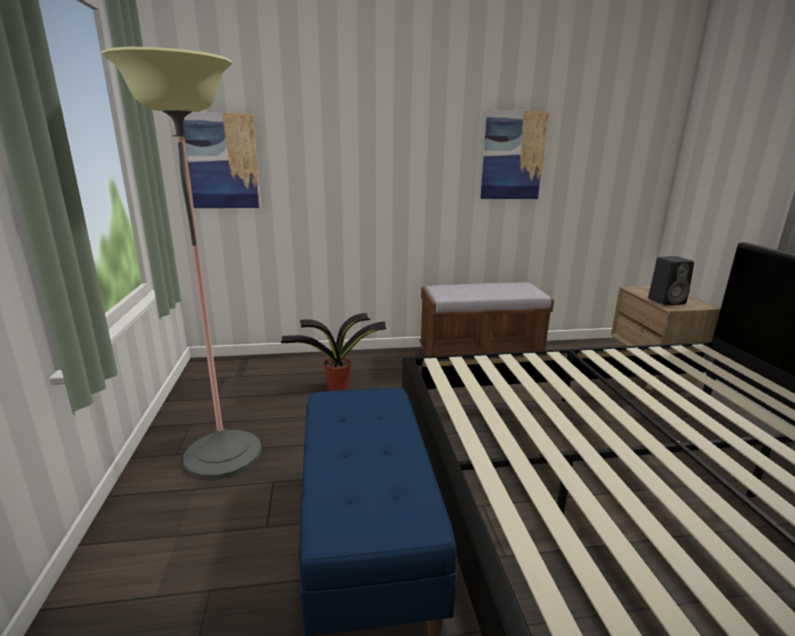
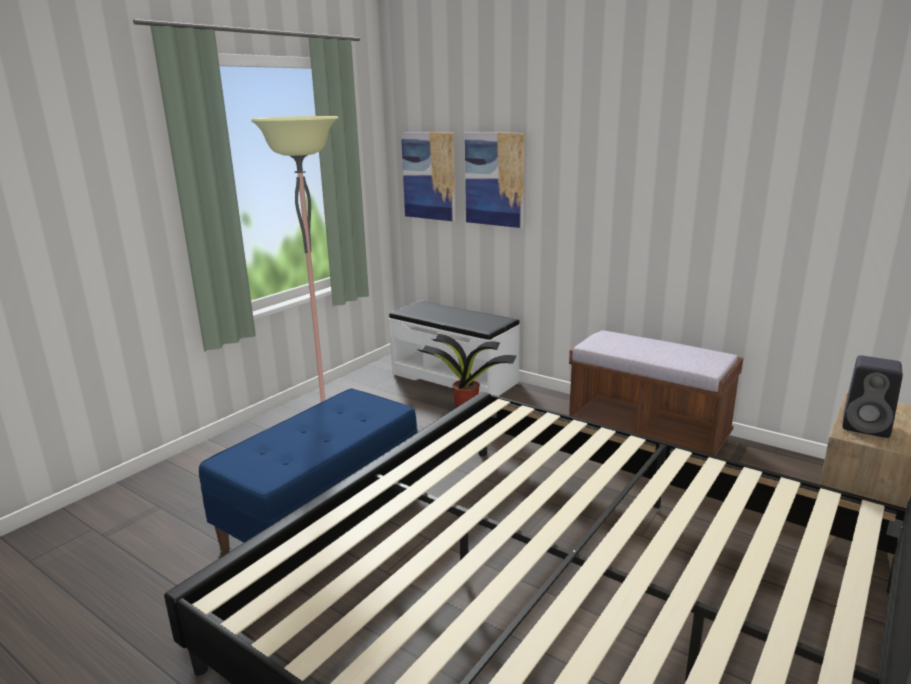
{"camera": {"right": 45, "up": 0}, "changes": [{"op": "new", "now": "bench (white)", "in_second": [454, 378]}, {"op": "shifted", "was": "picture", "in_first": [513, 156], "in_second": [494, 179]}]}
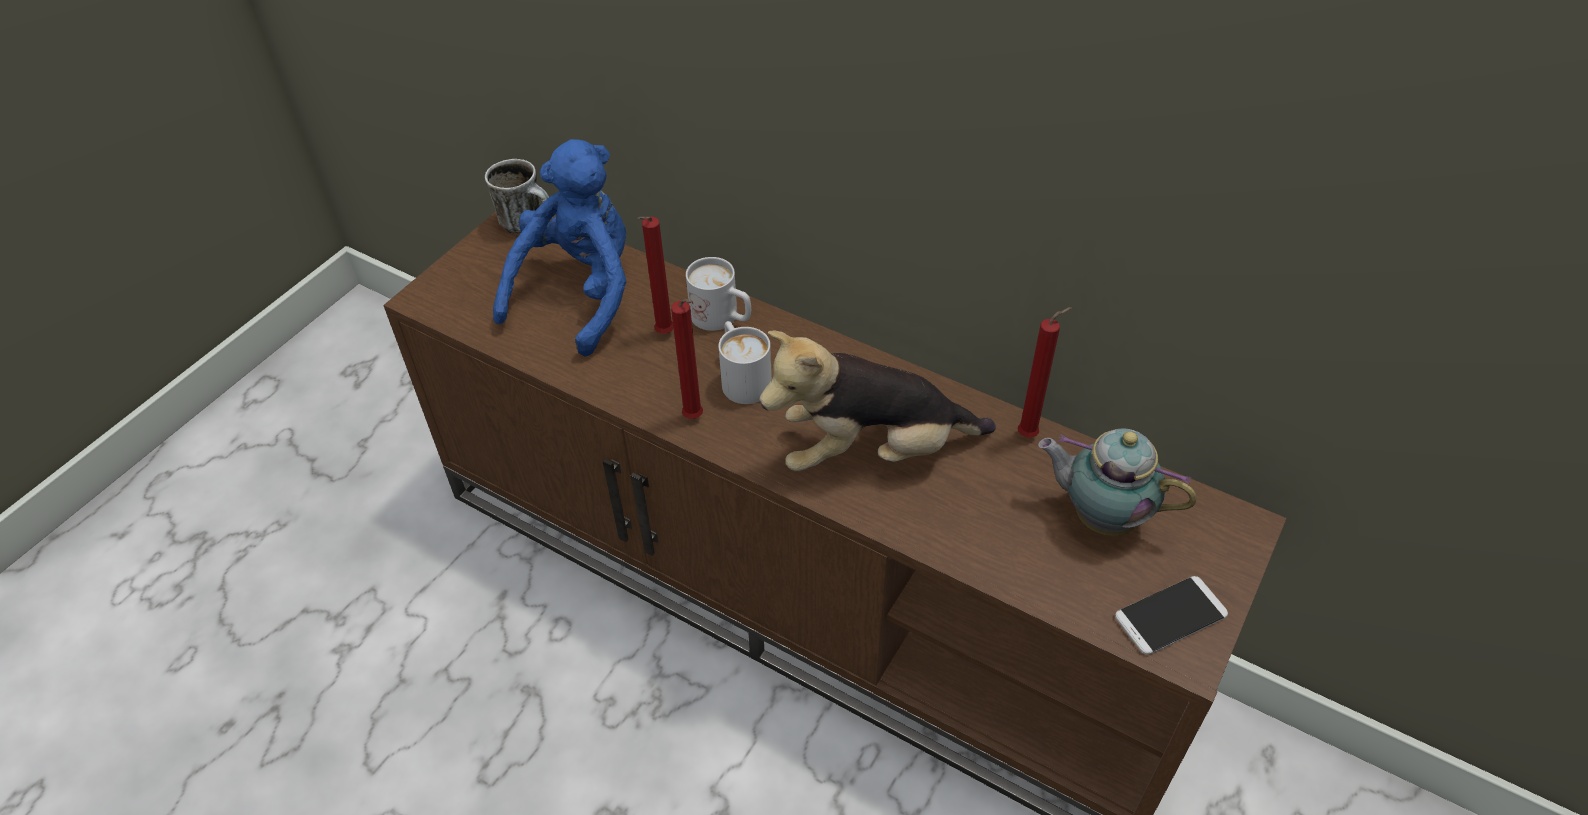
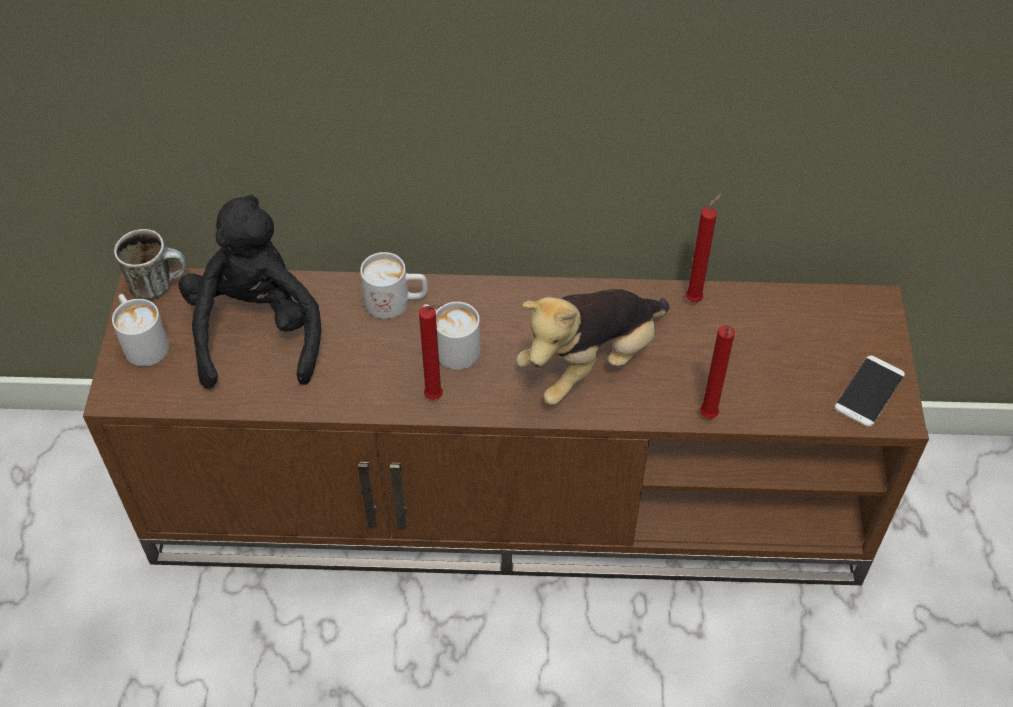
{"camera": {"right": -30, "up": 5}, "changes": [{"op": "new", "now": "mug (white)", "in_second": [142, 341]}, {"op": "repainted", "was": "plush toy (blue)", "now": "plush toy (black)", "in_first": [580, 294], "in_second": [257, 331]}, {"op": "shifted", "was": "candle (red)", "in_first": [662, 334], "in_second": [708, 417]}, {"op": "gone", "was": "teapot", "in_first": [1100, 516]}]}
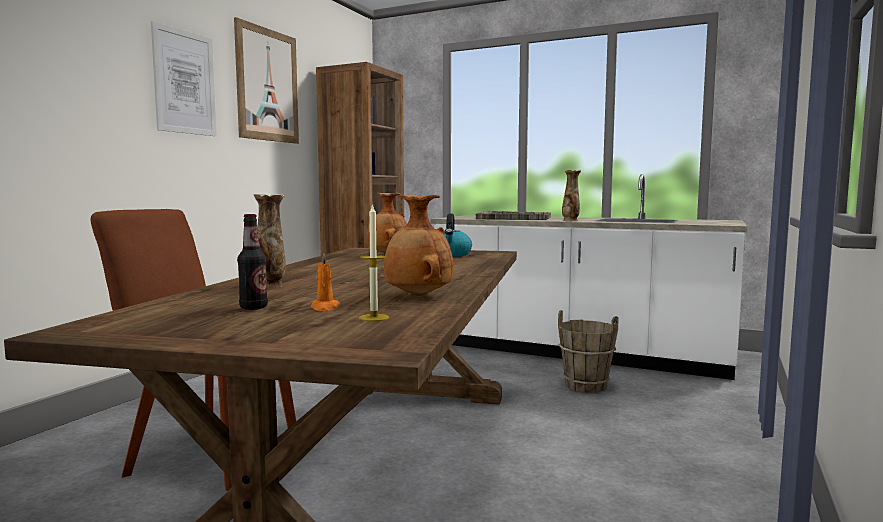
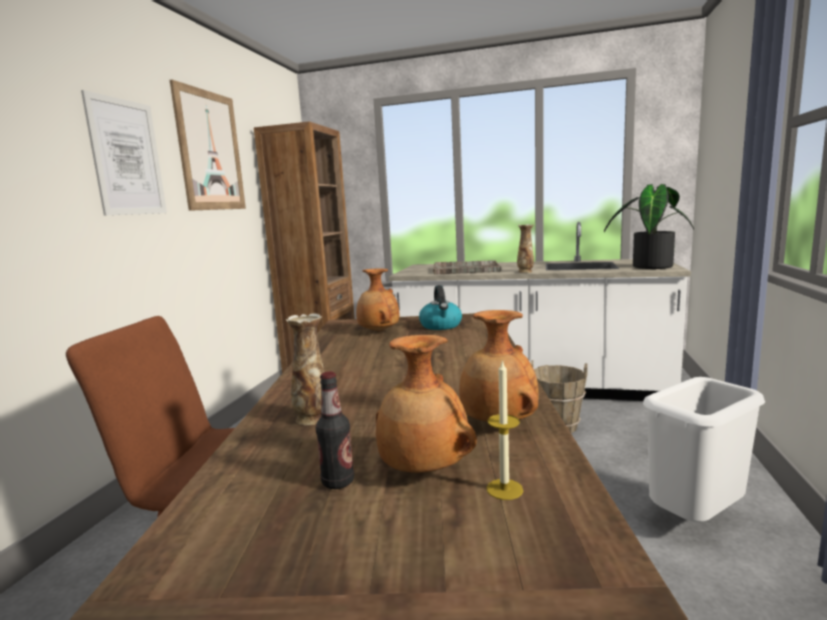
{"camera": {"right": -10, "up": 5}, "changes": [{"op": "swapped", "was": "candle (orange)", "now": "vase (brown)", "in_first": [324, 307], "in_second": [423, 469]}, {"op": "new", "now": "potted plant", "in_second": [648, 266]}, {"op": "new", "now": "trash can (white)", "in_second": [695, 523]}]}
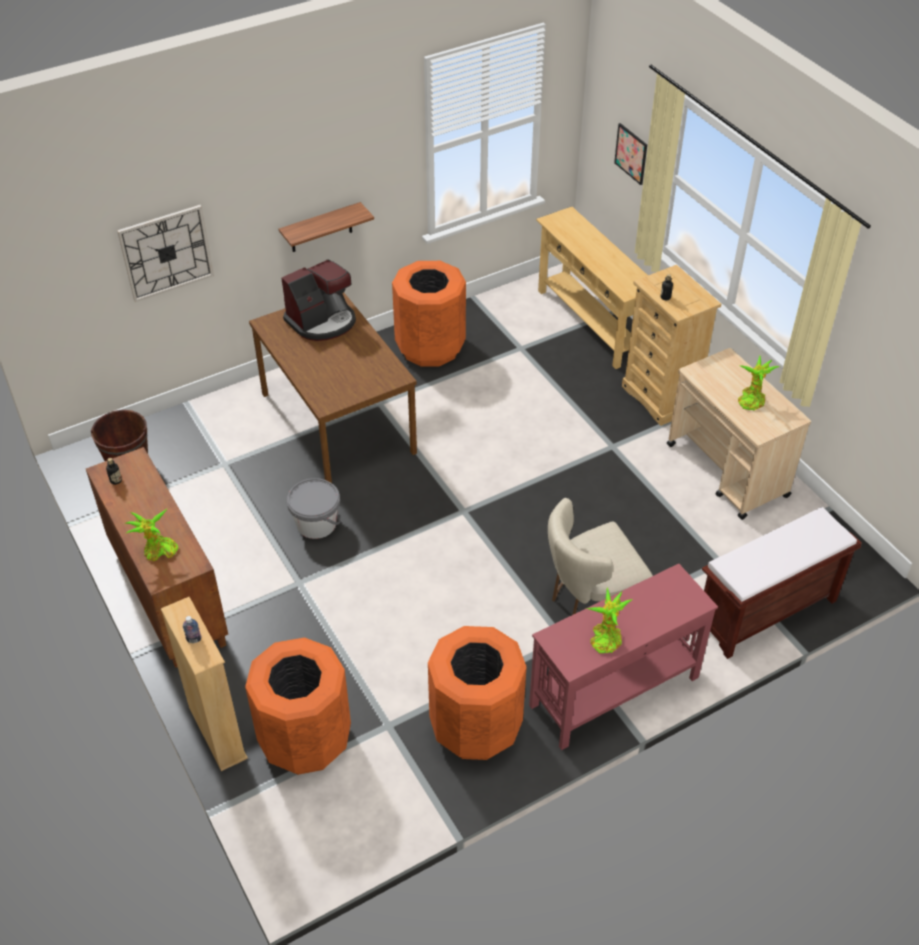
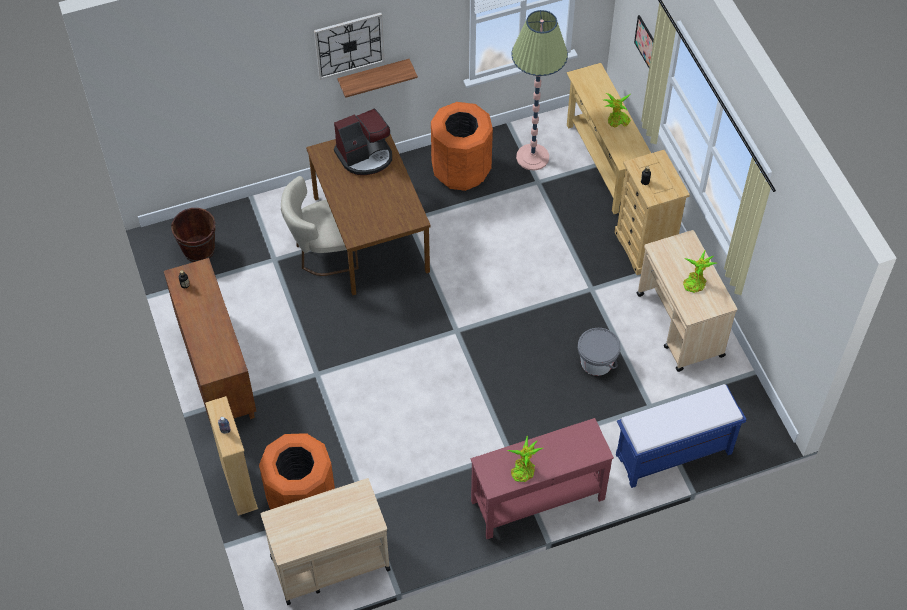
{"camera": {"right": 10, "up": 10}, "changes": [{"op": "new", "now": "cart (beige)", "in_second": [329, 563]}, {"op": "shifted", "was": "chair (beige)", "in_first": [590, 604], "in_second": [322, 252]}, {"op": "shifted", "was": "wall clock", "in_first": [166, 253], "in_second": [349, 45]}, {"op": "new", "now": "floor lamp", "in_second": [532, 157]}, {"op": "shifted", "was": "bucket (grey)", "in_first": [316, 523], "in_second": [596, 362]}, {"op": "shifted", "was": "potted plant", "in_first": [158, 552], "in_second": [616, 121]}, {"op": "repainted", "was": "bench (brown)", "now": "bench (blue)", "in_first": [765, 613], "in_second": [672, 455]}, {"op": "gone", "was": "trash can (orange)", "in_first": [475, 727]}]}
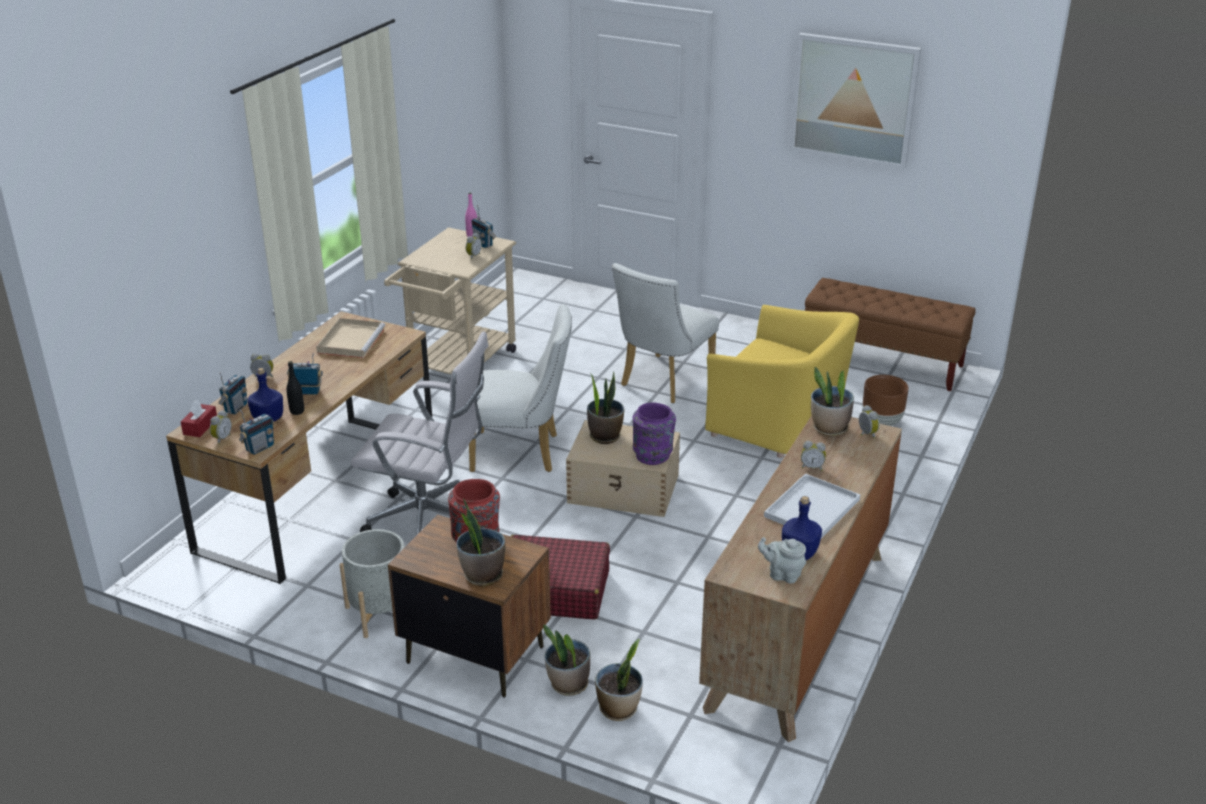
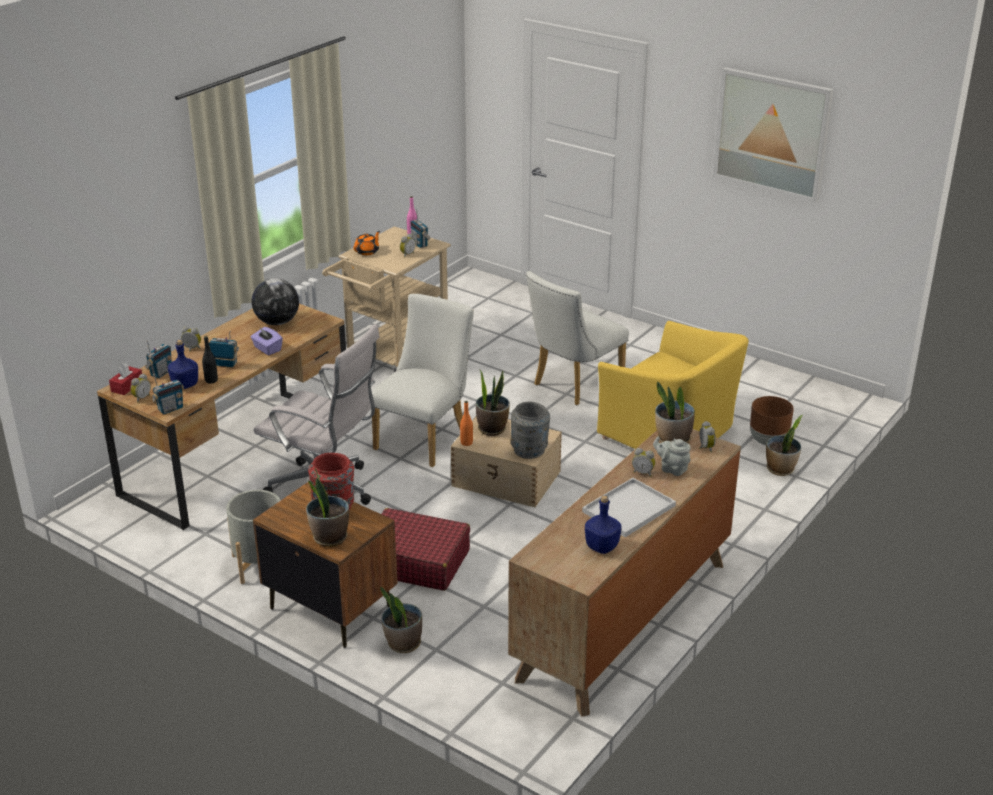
{"camera": {"right": 10, "up": 0}, "changes": [{"op": "new", "now": "tissue box (purple)", "in_second": [267, 349]}, {"op": "swapped", "was": "tray (beige)", "now": "globe", "in_first": [351, 340], "in_second": [277, 322]}, {"op": "new", "now": "teapot (orange)", "in_second": [367, 251]}, {"op": "rotated", "was": "chair (white)", "in_first": [522, 453], "in_second": [425, 437], "clockwise": -75}, {"op": "new", "now": "bottle (orange)", "in_second": [466, 443]}, {"op": "repainted", "was": "vase (purple)", "now": "vase (grey)", "in_first": [653, 456], "in_second": [529, 450]}, {"op": "shifted", "was": "teapot (grey)", "in_first": [782, 574], "in_second": [672, 469]}, {"op": "shifted", "was": "potted plant", "in_first": [619, 709], "in_second": [780, 469]}, {"op": "gone", "was": "bench (brown)", "in_first": [882, 363]}]}
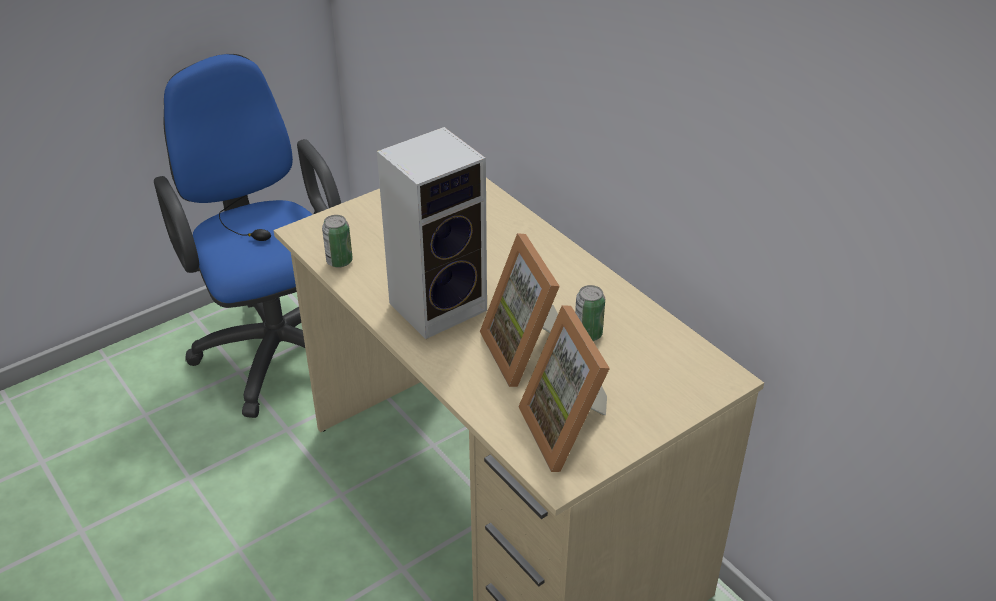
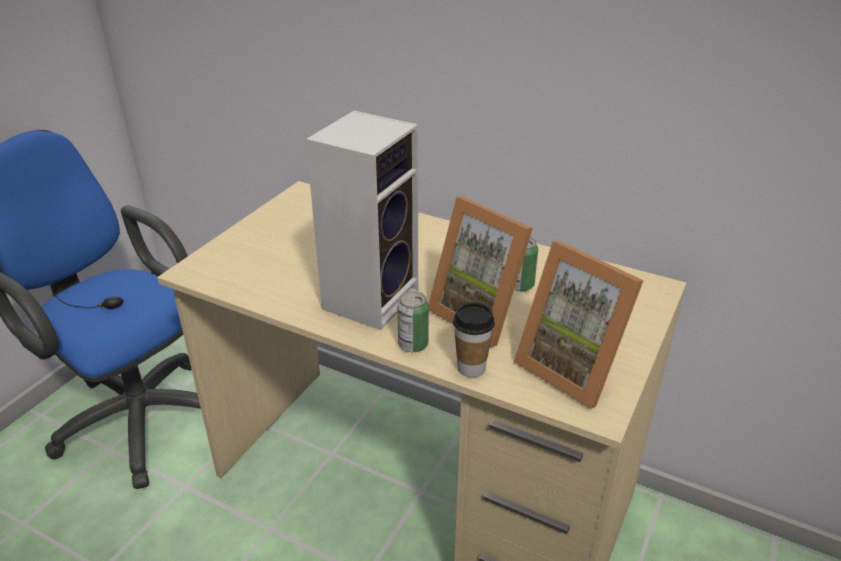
{"camera": {"right": -25, "up": -5}, "changes": [{"op": "shifted", "was": "can", "in_first": [339, 261], "in_second": [413, 345]}, {"op": "new", "now": "cup", "in_second": [471, 368]}]}
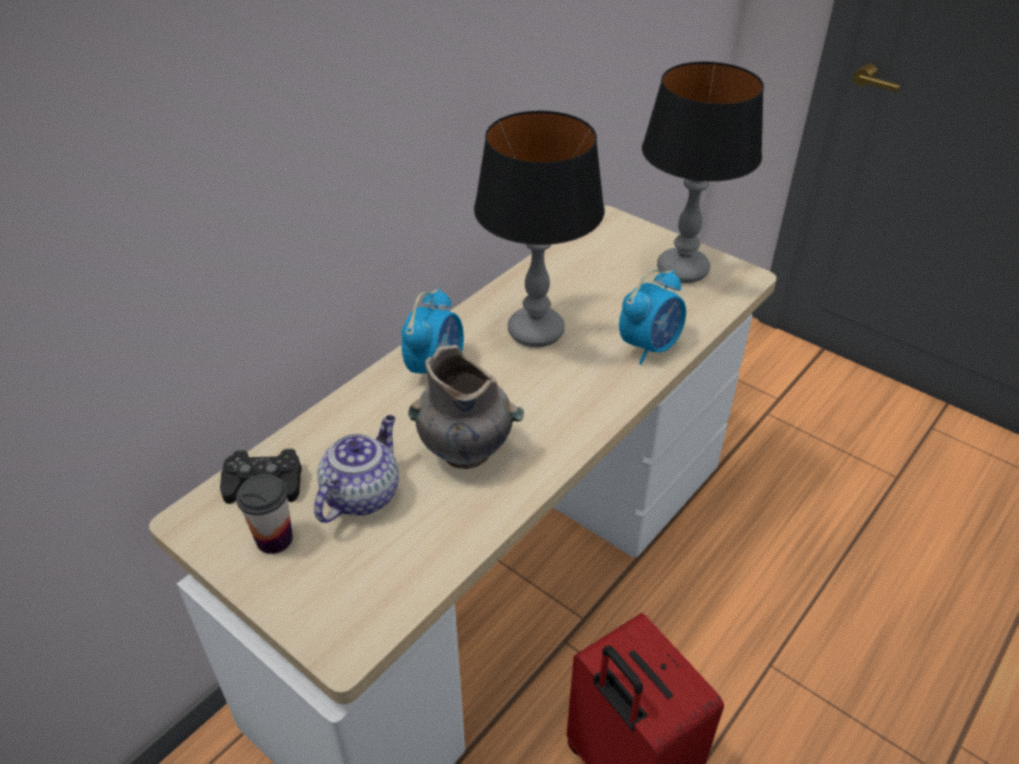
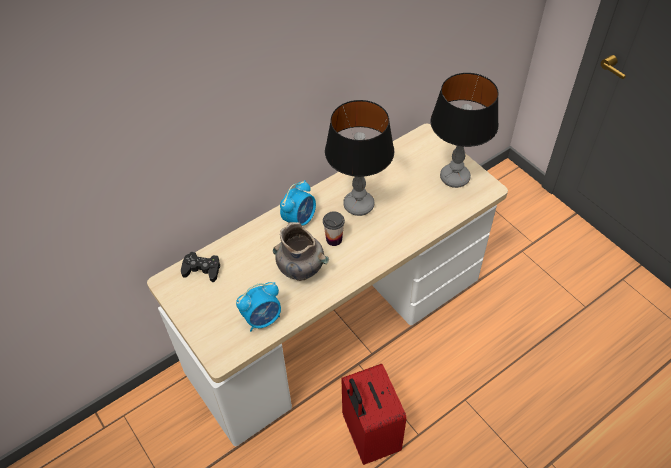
{"camera": {"right": 15, "up": 10}, "changes": [{"op": "shifted", "was": "alarm clock", "in_first": [650, 346], "in_second": [263, 319]}, {"op": "shifted", "was": "cup", "in_first": [274, 539], "in_second": [334, 239]}, {"op": "gone", "was": "teapot", "in_first": [362, 494]}]}
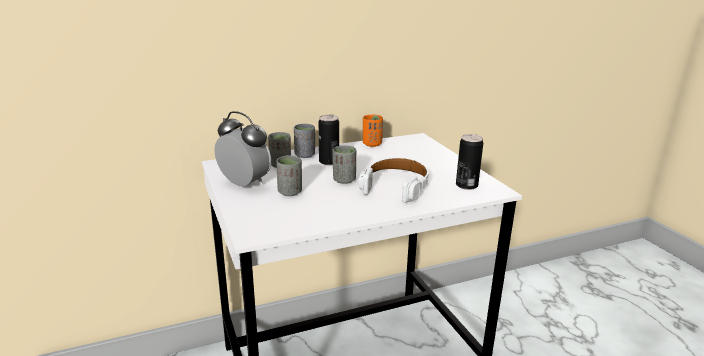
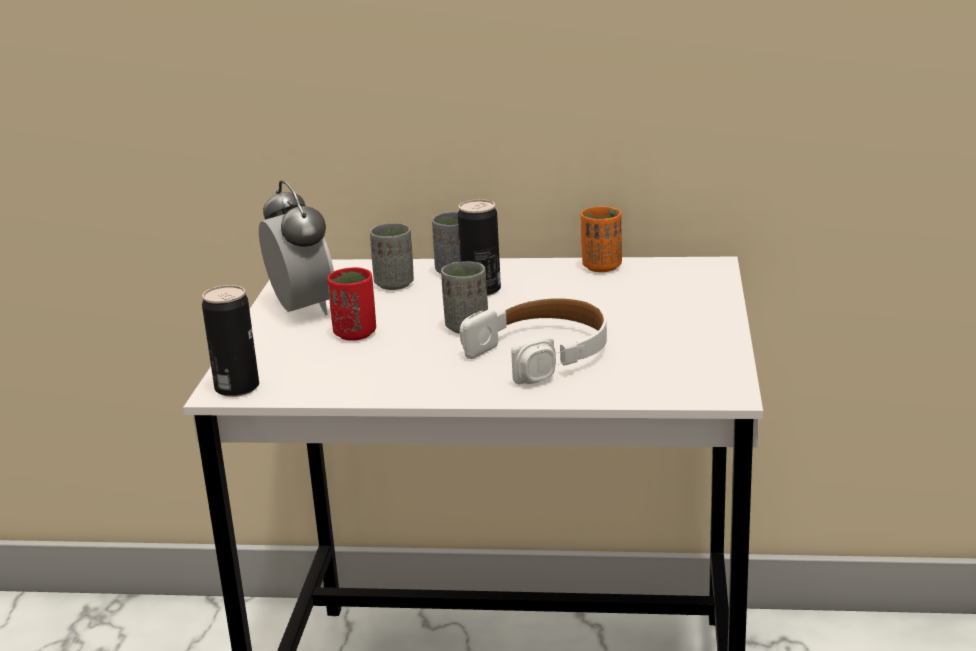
{"camera": {"right": 30, "up": 0}, "changes": [{"op": "shifted", "was": "can", "in_first": [466, 185], "in_second": [237, 388]}, {"op": "repainted", "was": "cup (grey)", "now": "cup (red)", "in_first": [290, 192], "in_second": [355, 334]}]}
